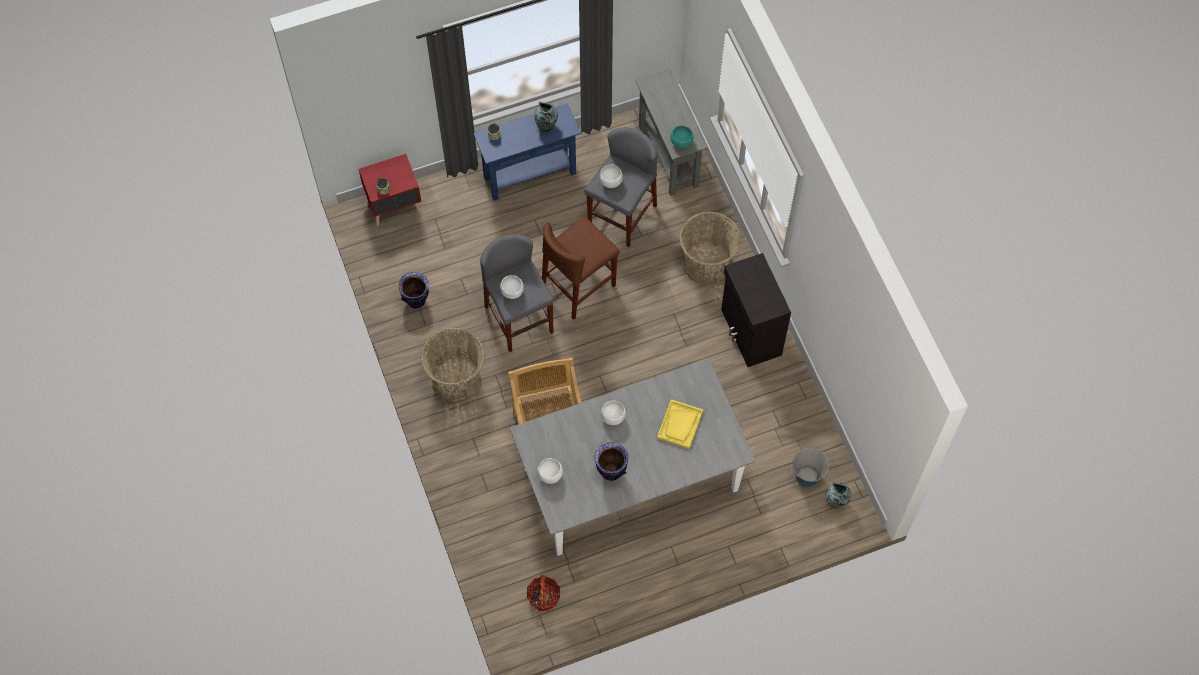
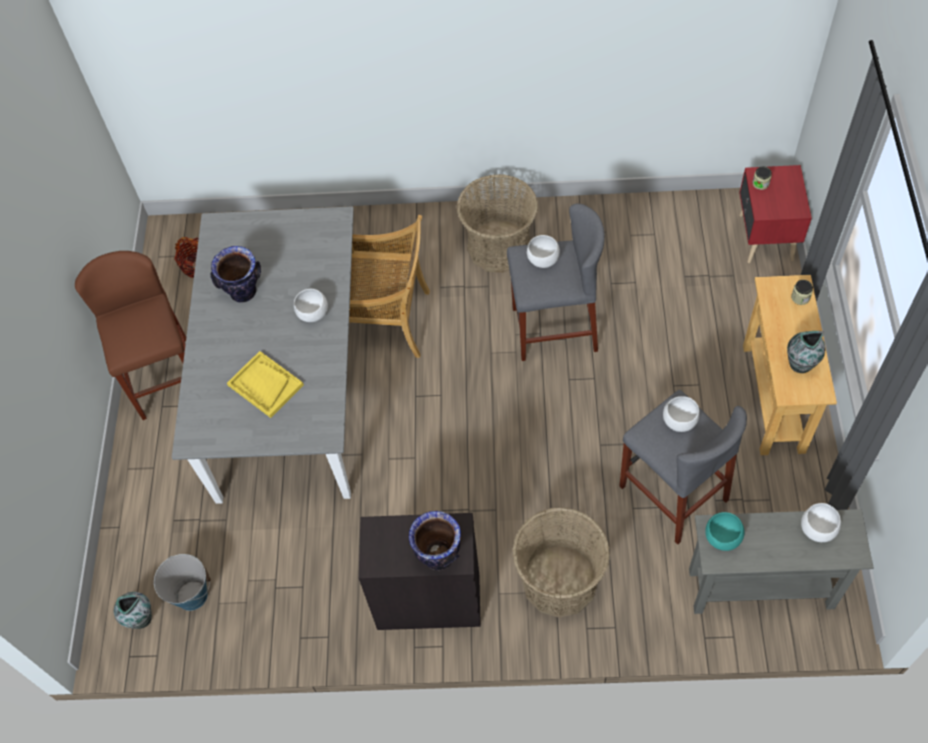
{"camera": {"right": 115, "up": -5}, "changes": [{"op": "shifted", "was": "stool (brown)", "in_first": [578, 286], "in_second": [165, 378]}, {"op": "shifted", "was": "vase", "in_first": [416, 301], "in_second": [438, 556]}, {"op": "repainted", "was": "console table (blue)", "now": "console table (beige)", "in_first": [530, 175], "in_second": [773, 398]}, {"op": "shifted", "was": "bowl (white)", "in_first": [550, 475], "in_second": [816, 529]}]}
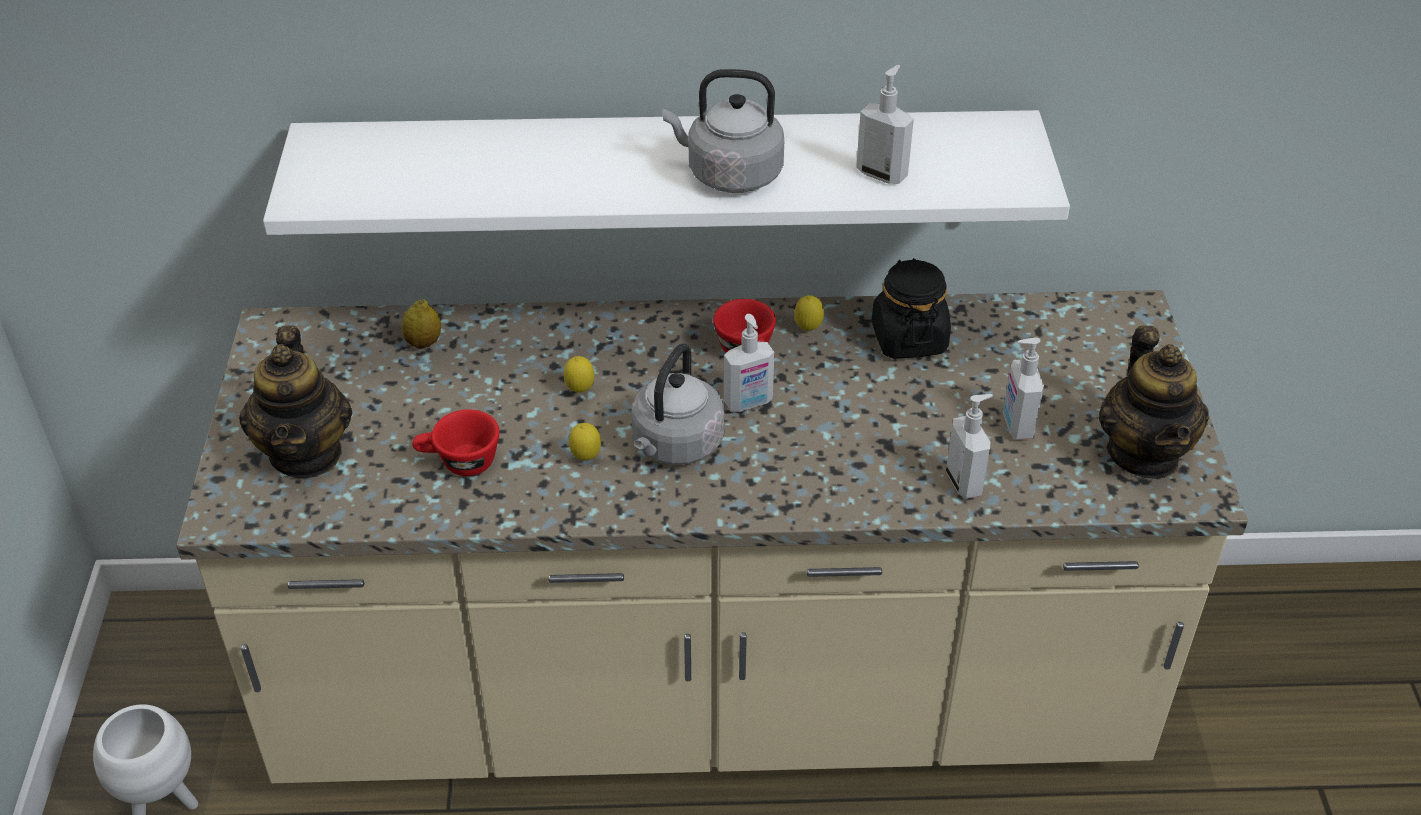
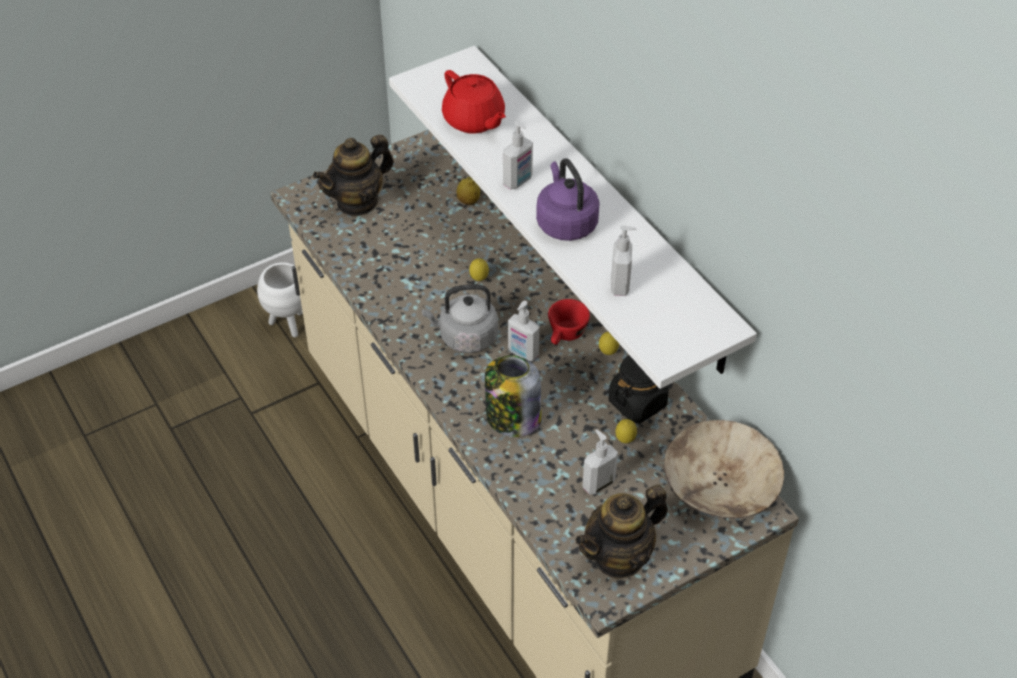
{"camera": {"right": 60, "up": 5}, "changes": [{"op": "new", "now": "teapot (red)", "in_second": [474, 120]}, {"op": "new", "now": "jar", "in_second": [512, 418]}, {"op": "shifted", "was": "soap dispenser", "in_first": [965, 482], "in_second": [518, 181]}, {"op": "repainted", "was": "kettle (grey)", "now": "kettle (purple)", "in_first": [729, 174], "in_second": [565, 222]}, {"op": "shifted", "was": "lemon", "in_first": [586, 458], "in_second": [625, 440]}, {"op": "new", "now": "bowl (beige)", "in_second": [719, 486]}, {"op": "gone", "was": "cup (red)", "in_first": [459, 463]}]}
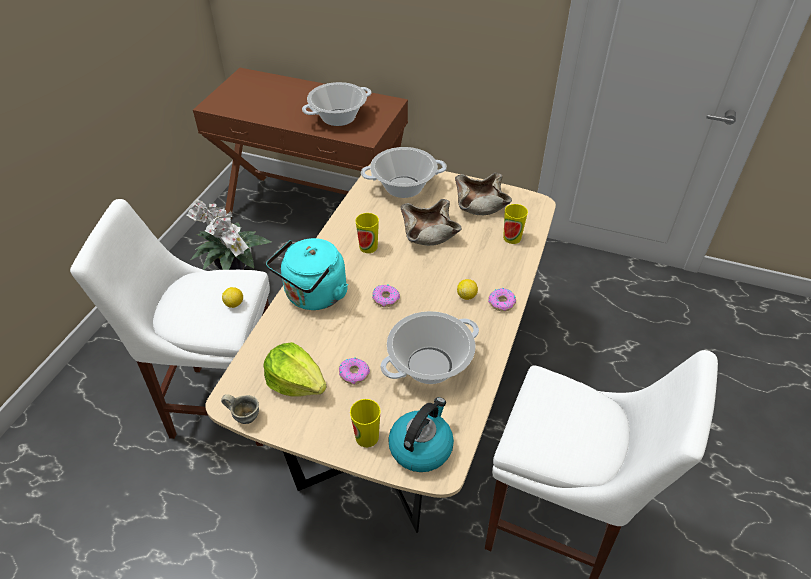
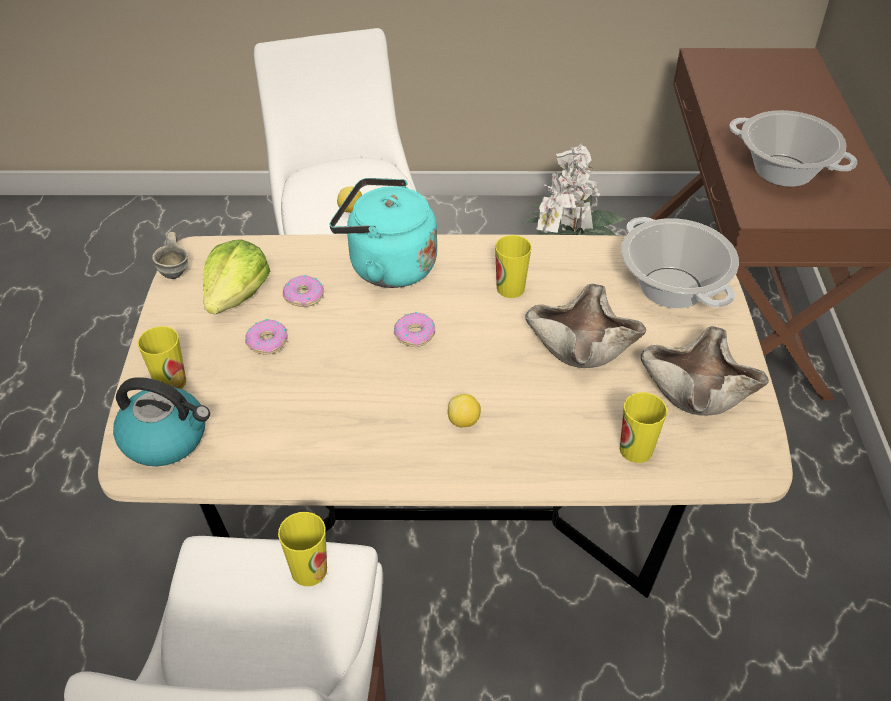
{"camera": {"right": 70, "up": 0}, "changes": [{"op": "new", "now": "cup", "in_second": [309, 570]}, {"op": "shifted", "was": "donut", "in_first": [502, 303], "in_second": [303, 296]}, {"op": "gone", "was": "cooking pot", "in_first": [429, 365]}]}
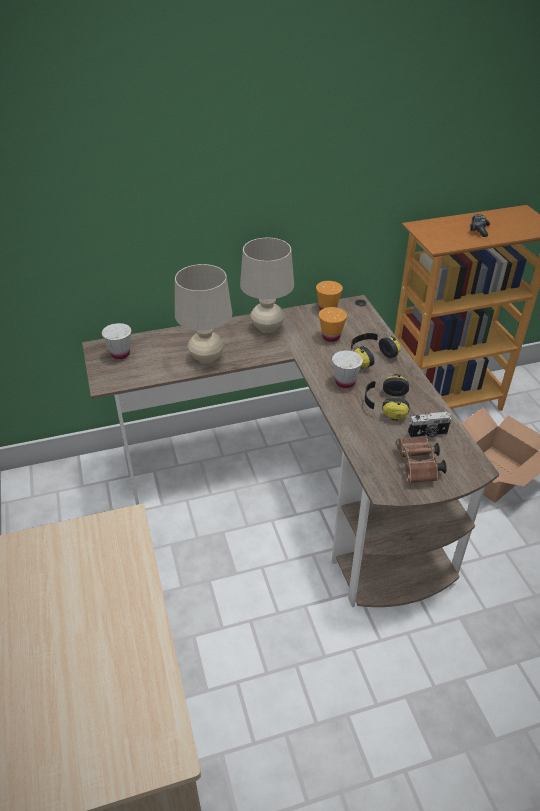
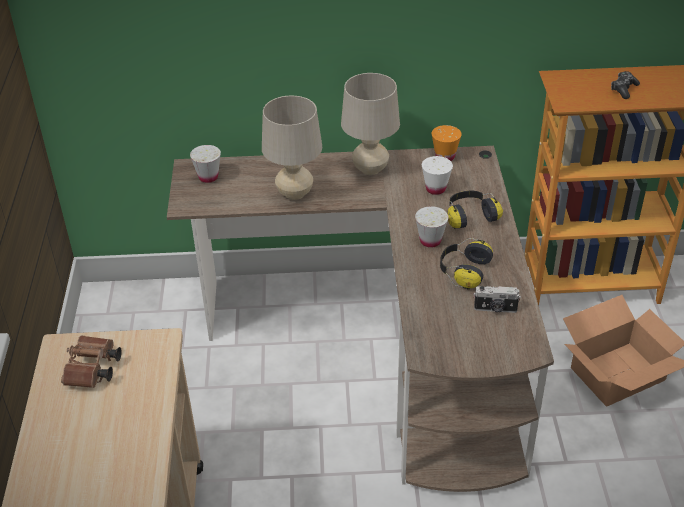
{"camera": {"right": 15, "up": 0}, "changes": [{"op": "shifted", "was": "binoculars (brown)", "in_first": [418, 468], "in_second": [93, 371]}, {"op": "repainted", "was": "cup (orange)", "now": "cup (white)", "in_first": [331, 337], "in_second": [435, 189]}]}
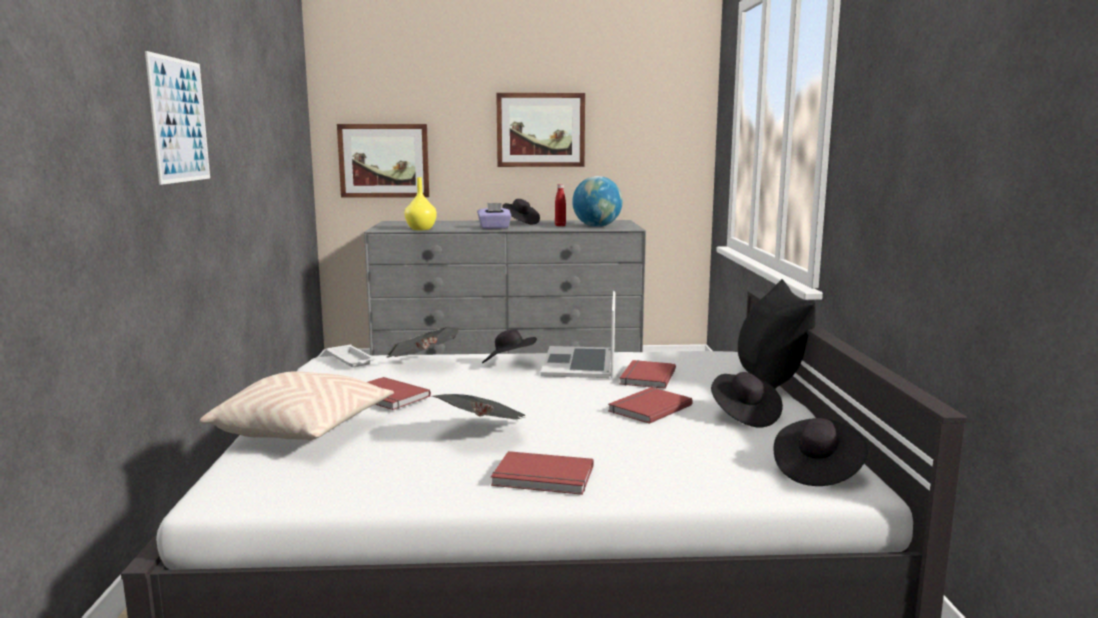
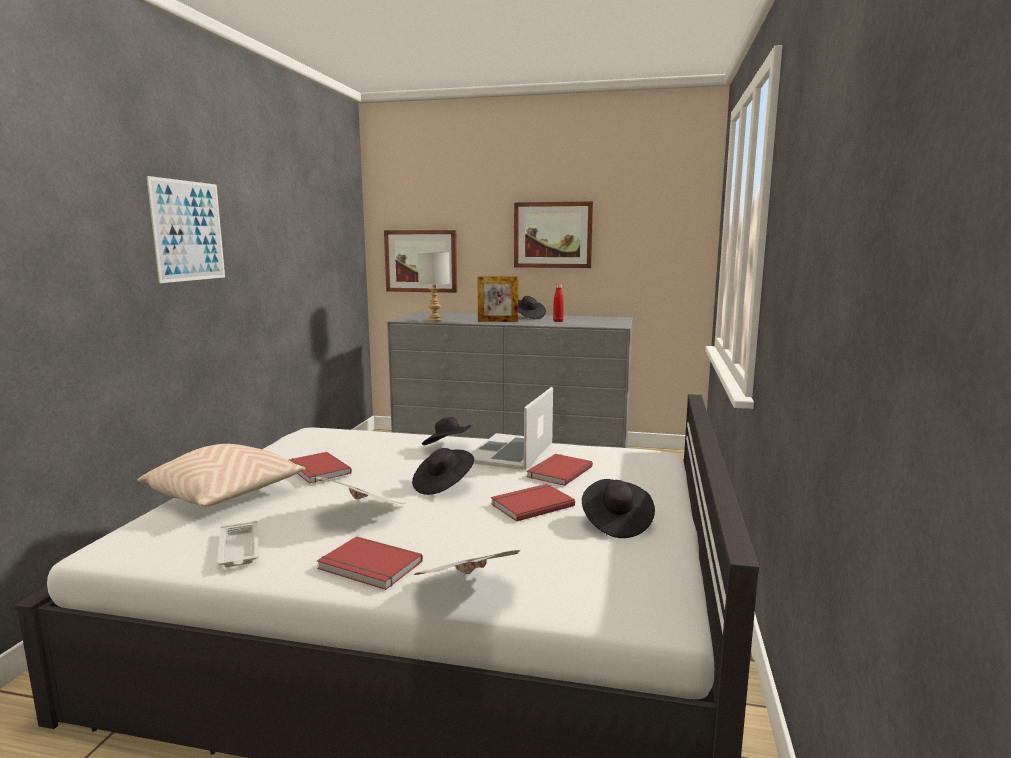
{"camera": {"right": 15, "up": 0}, "changes": [{"op": "shifted", "was": "tray (white)", "in_first": [351, 360], "in_second": [239, 550]}, {"op": "shifted", "was": "hat (black)", "in_first": [816, 470], "in_second": [443, 485]}, {"op": "shifted", "was": "newspaper", "in_first": [423, 362], "in_second": [466, 590]}, {"op": "swapped", "was": "vase (yellow)", "now": "table lamp (grey)", "in_first": [421, 229], "in_second": [435, 321]}, {"op": "swapped", "was": "tissue box (purple)", "now": "picture frame", "in_first": [494, 228], "in_second": [498, 321]}, {"op": "gone", "was": "globe", "in_first": [597, 226]}, {"op": "gone", "was": "pillow (black)", "in_first": [770, 380]}]}
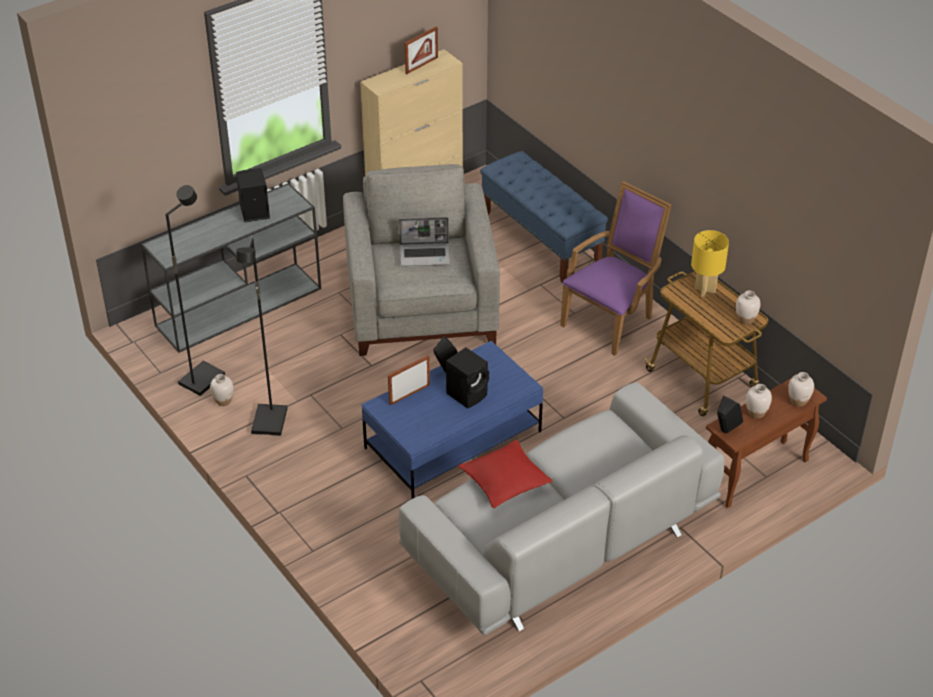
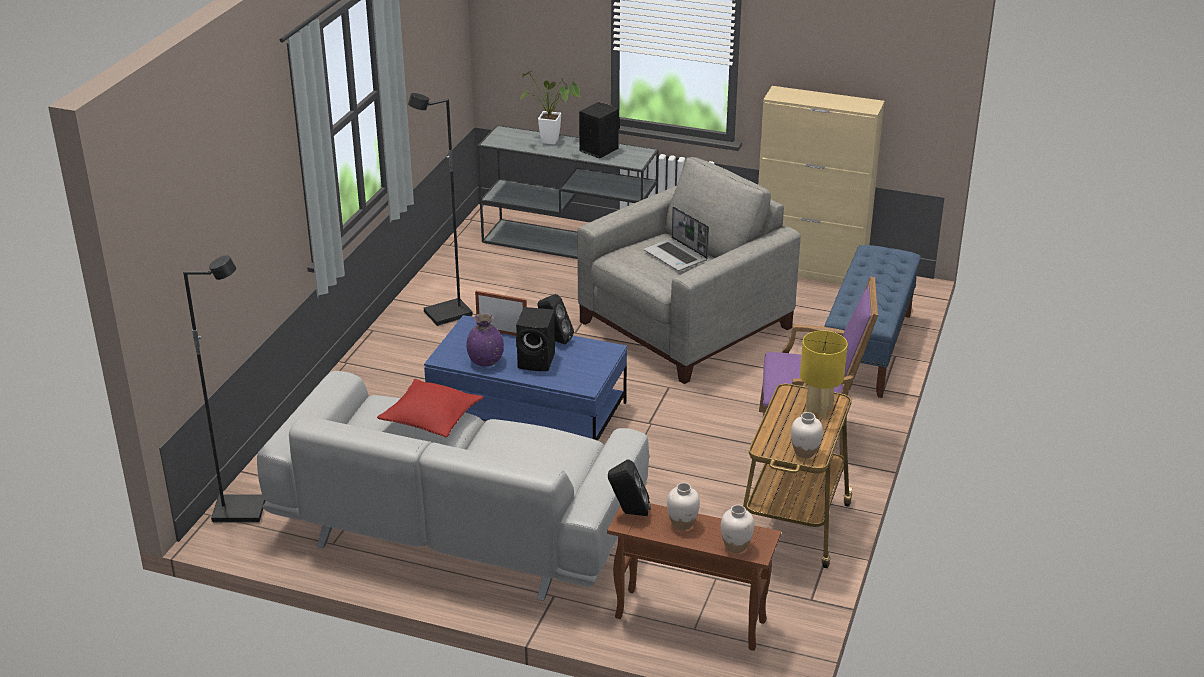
{"camera": {"right": 55, "up": -10}, "changes": [{"op": "shifted", "was": "floor lamp (black)", "in_first": [201, 379], "in_second": [240, 510]}, {"op": "new", "now": "vase (purple)", "in_second": [485, 362]}, {"op": "new", "now": "potted plant", "in_second": [554, 142]}, {"op": "gone", "was": "vase (white)", "in_first": [223, 401]}, {"op": "gone", "was": "picture frame", "in_first": [421, 65]}]}
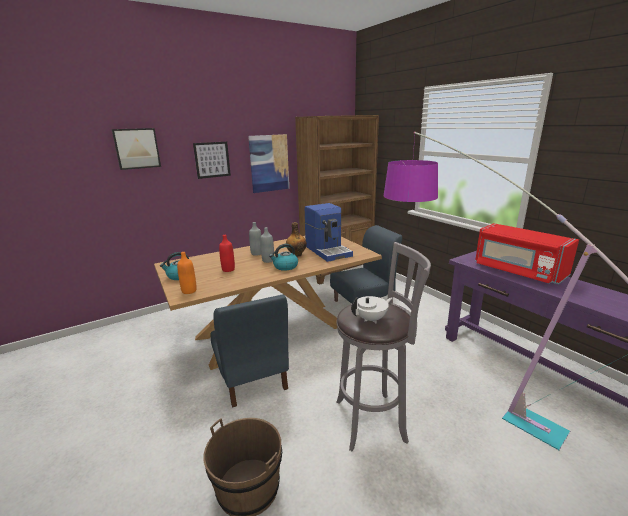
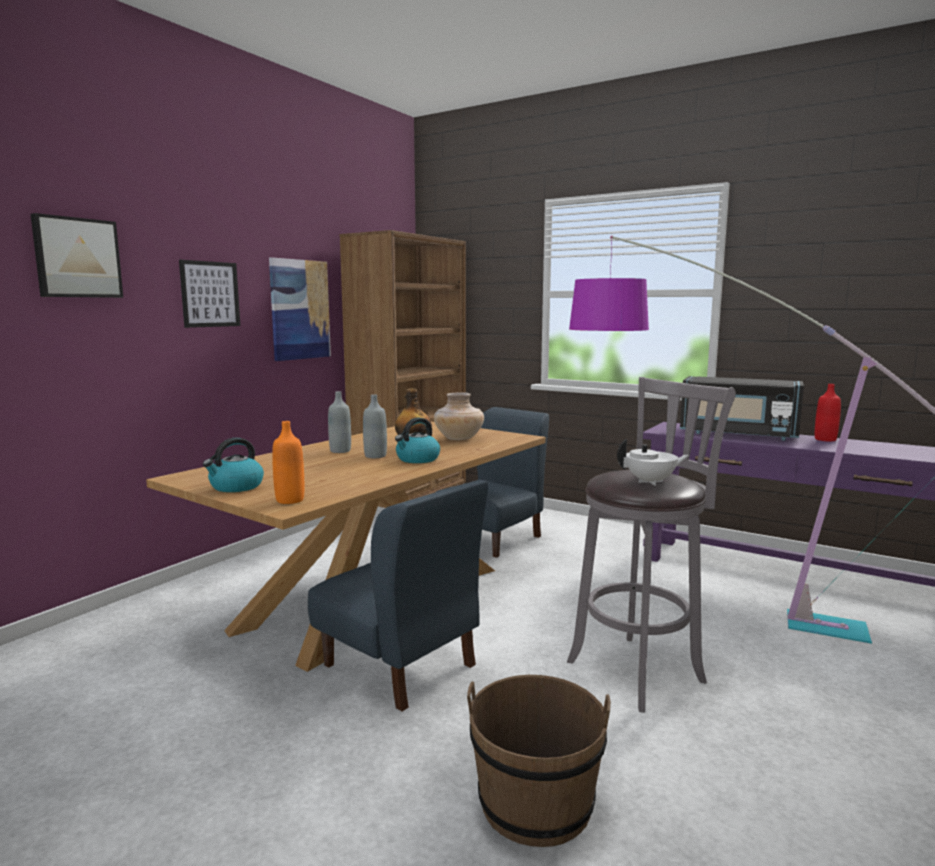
{"camera": {"right": -25, "up": -10}, "changes": [{"op": "swapped", "was": "coffee machine", "now": "vase (beige)", "in_first": [328, 251], "in_second": [459, 439]}, {"op": "rotated", "was": "teapot (white)", "in_first": [371, 319], "in_second": [651, 482], "clockwise": 45}, {"op": "repainted", "was": "microwave (red)", "now": "microwave (black)", "in_first": [518, 271], "in_second": [737, 434]}, {"op": "shifted", "was": "bottle (red)", "in_first": [228, 269], "in_second": [825, 439]}]}
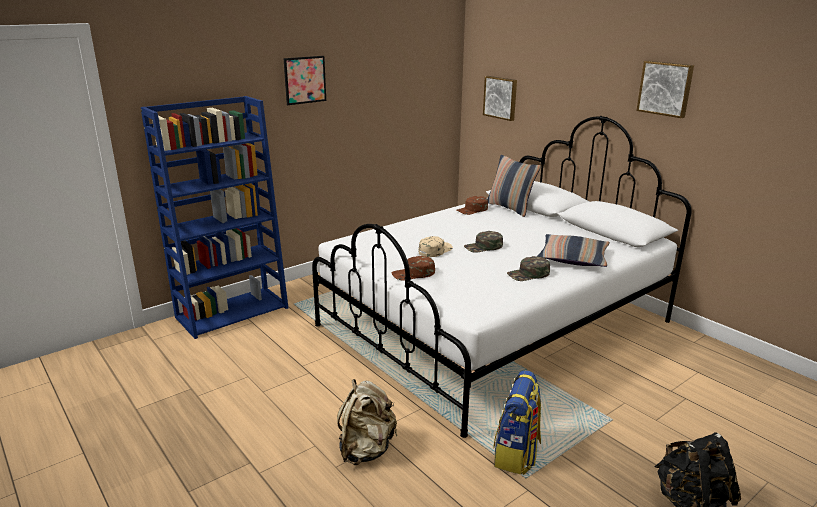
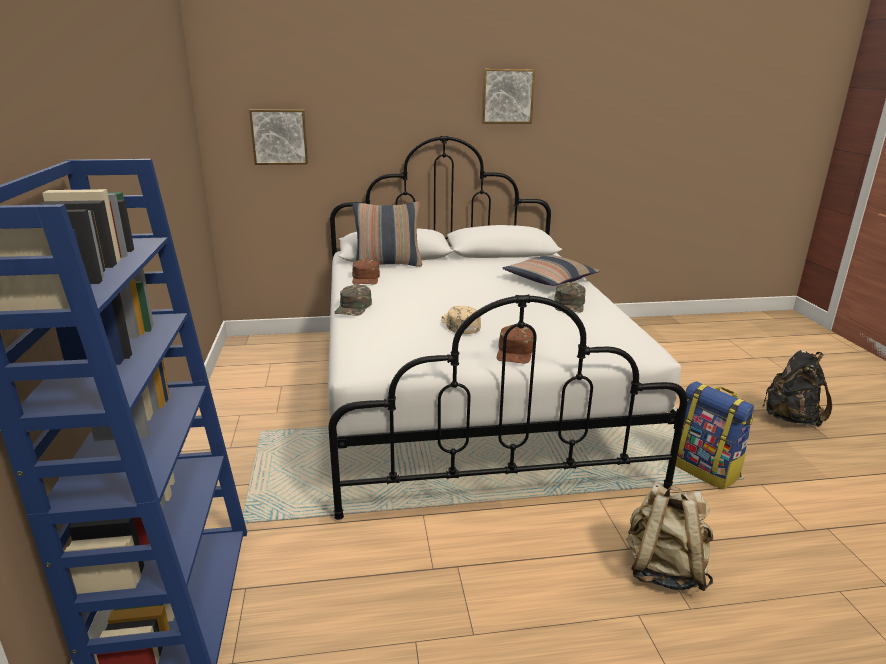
{"camera": {"right": -60, "up": 0}, "changes": [{"op": "shifted", "was": "cap (green)", "in_first": [483, 247], "in_second": [354, 307]}, {"op": "gone", "was": "picture", "in_first": [305, 80]}]}
